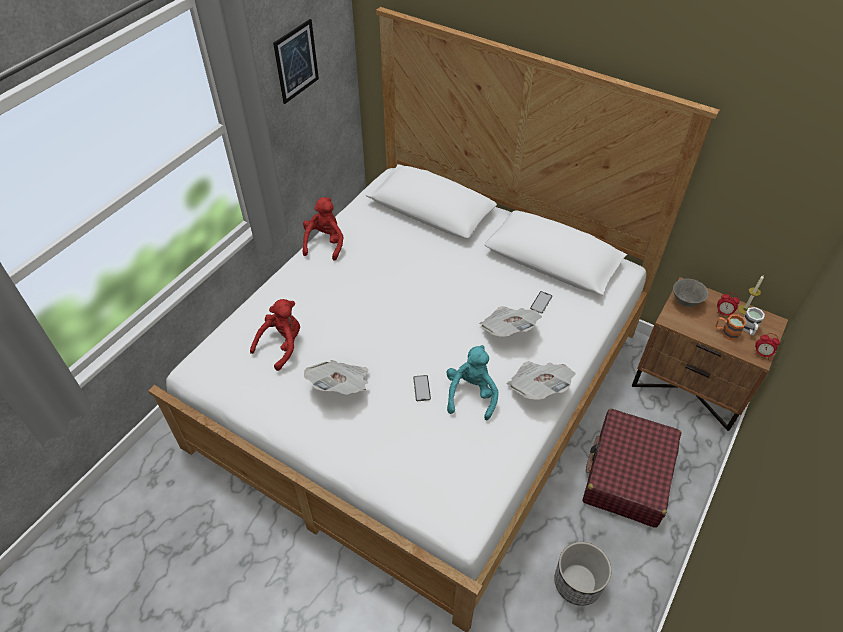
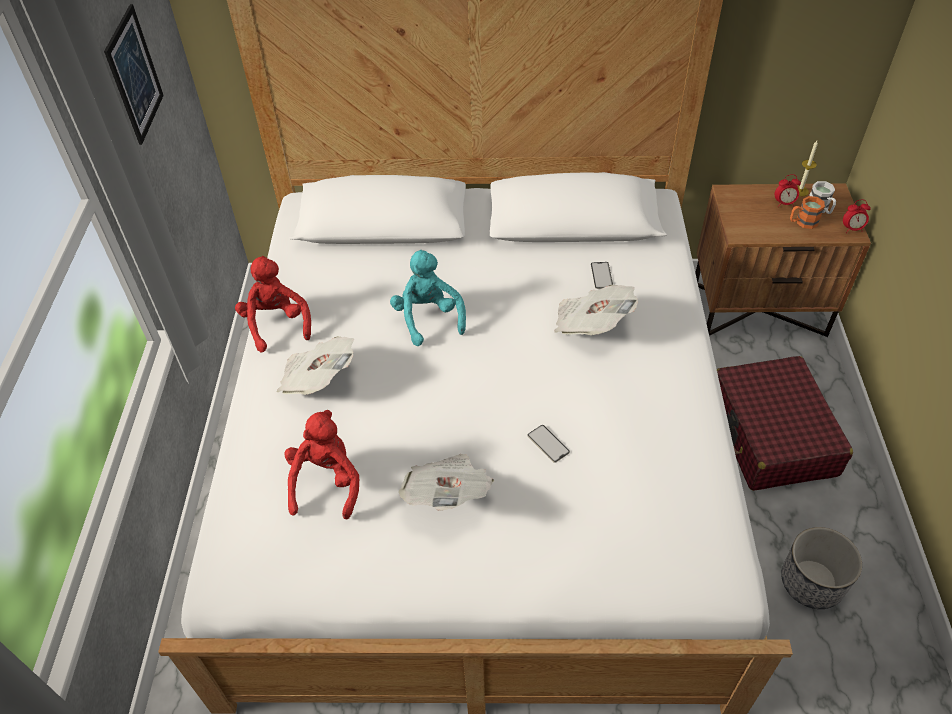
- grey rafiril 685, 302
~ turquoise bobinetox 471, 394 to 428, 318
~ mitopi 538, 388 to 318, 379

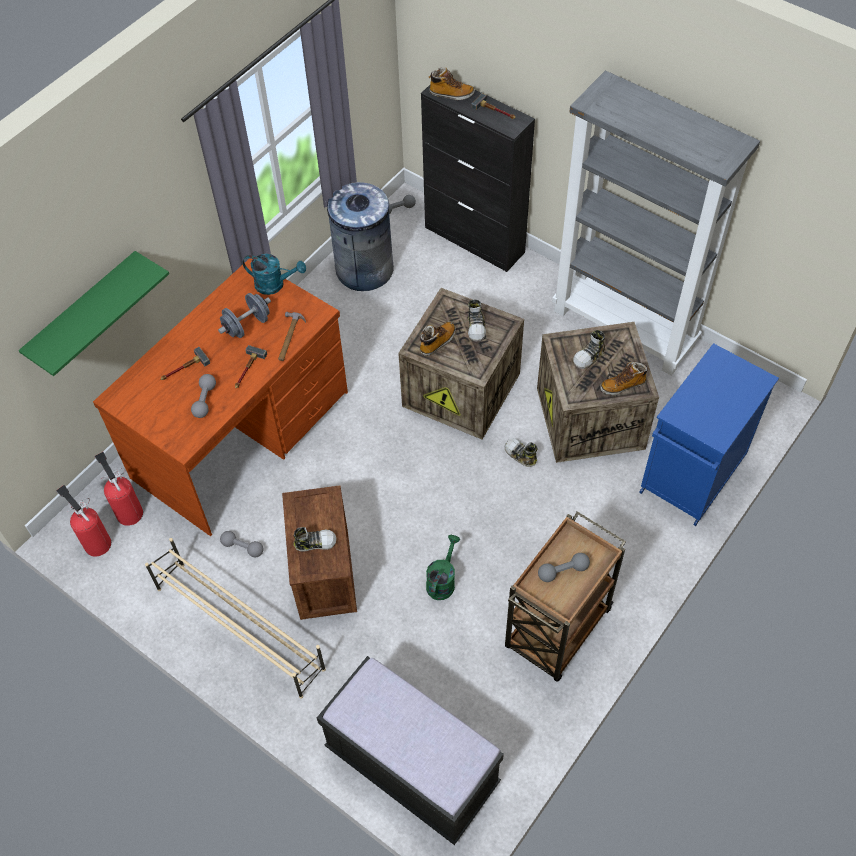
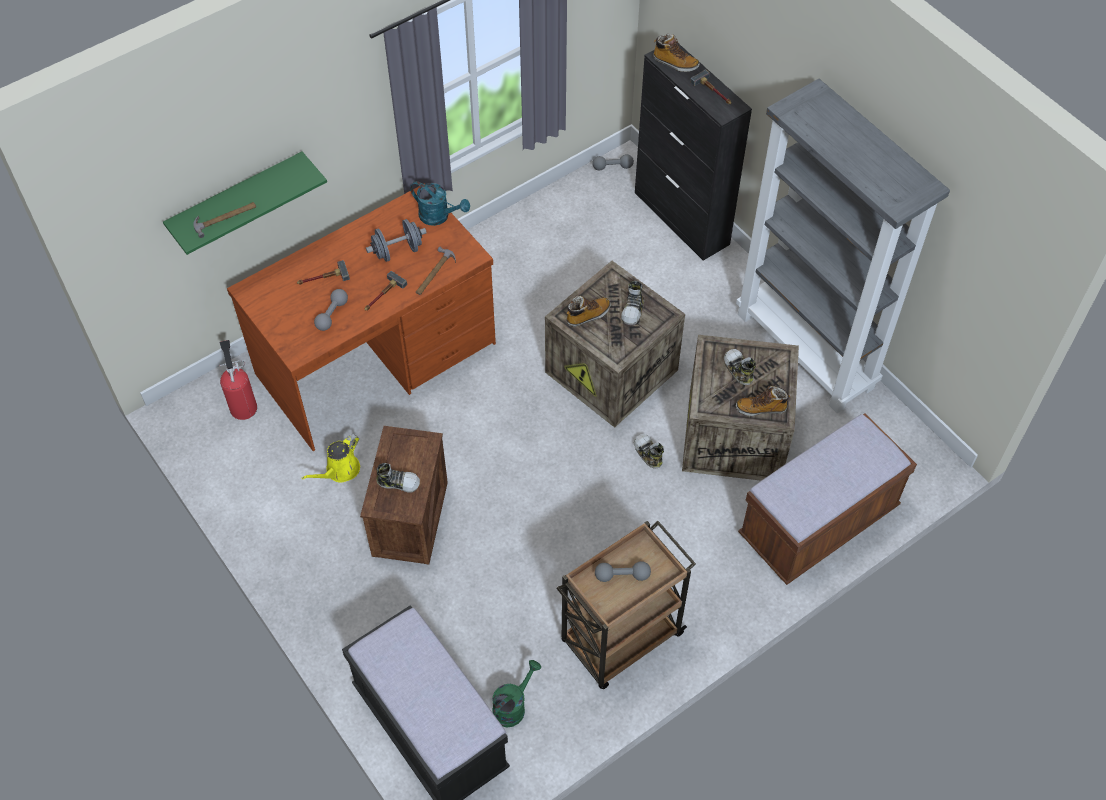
- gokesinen 96, 542
- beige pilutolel 239, 627
- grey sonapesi 364, 270
+ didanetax 225, 218
~ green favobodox 442, 580 to 513, 706
~ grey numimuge 242, 547 to yellow favobodox 340, 471
~ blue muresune 691, 476 to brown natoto 818, 523
~ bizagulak 589, 356 = 738, 370 90 degrees clockwise

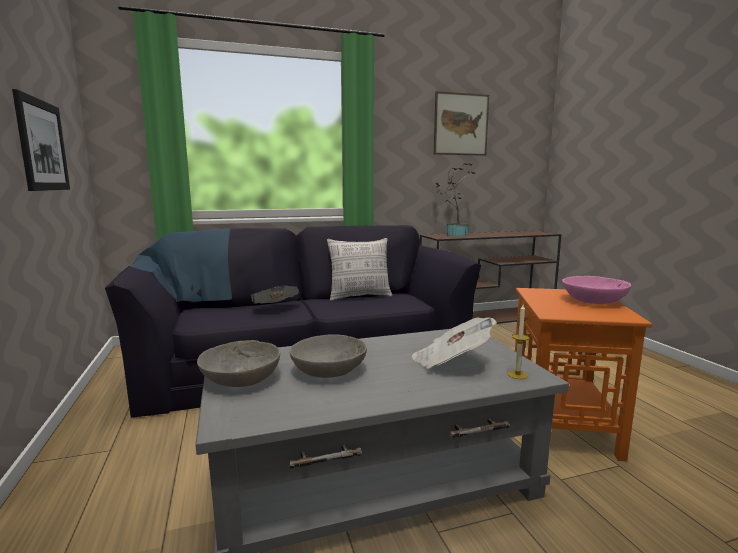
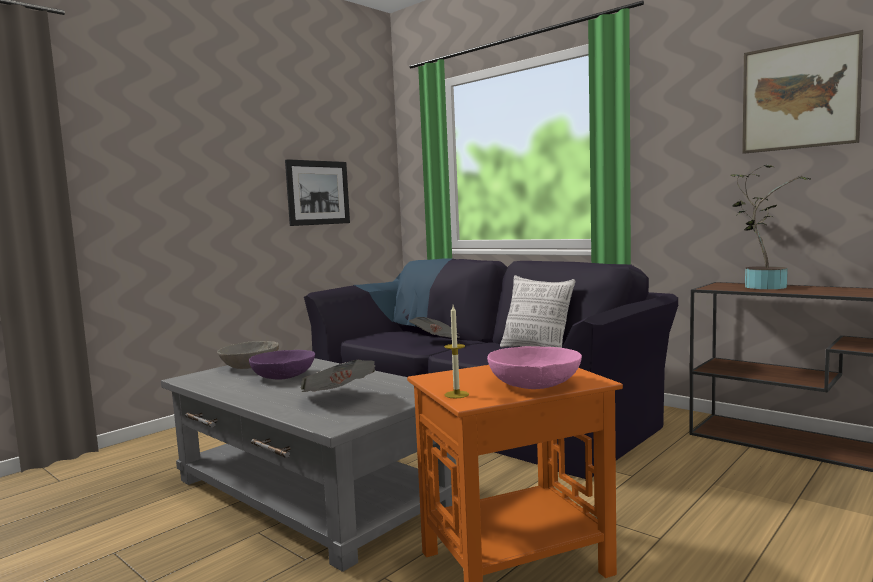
~ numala 517, 375 to 456, 394
~ grey rafiril 329, 370 to purple rafiril 284, 376

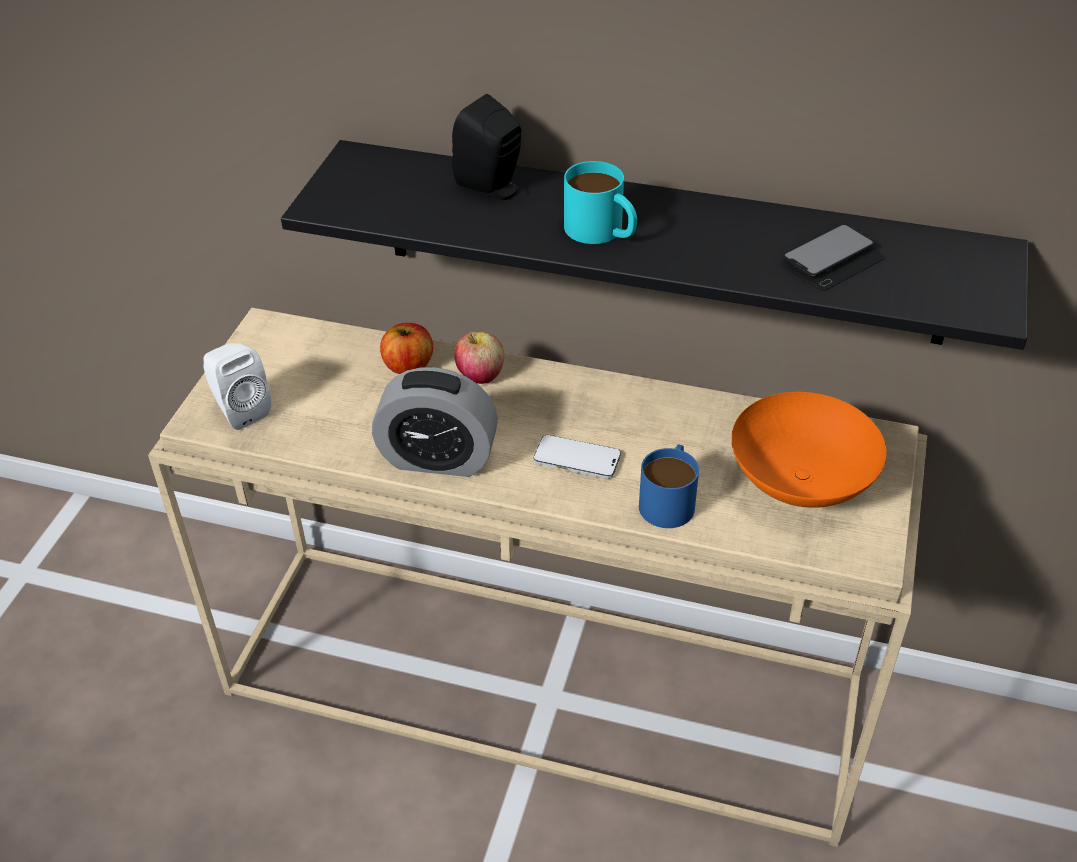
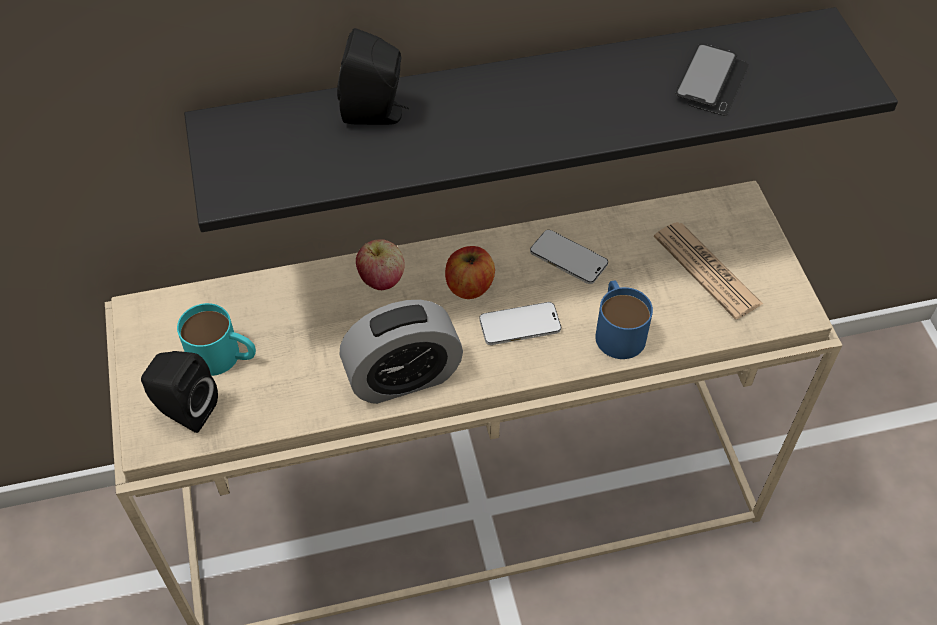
+ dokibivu 568, 258
~ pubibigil 408, 365 to 469, 286
~ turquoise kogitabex 602, 232 to 223, 356
~ orange rafiril 801, 484 to mitopi 707, 270
~ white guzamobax 240, 410 to black guzamobax 184, 410

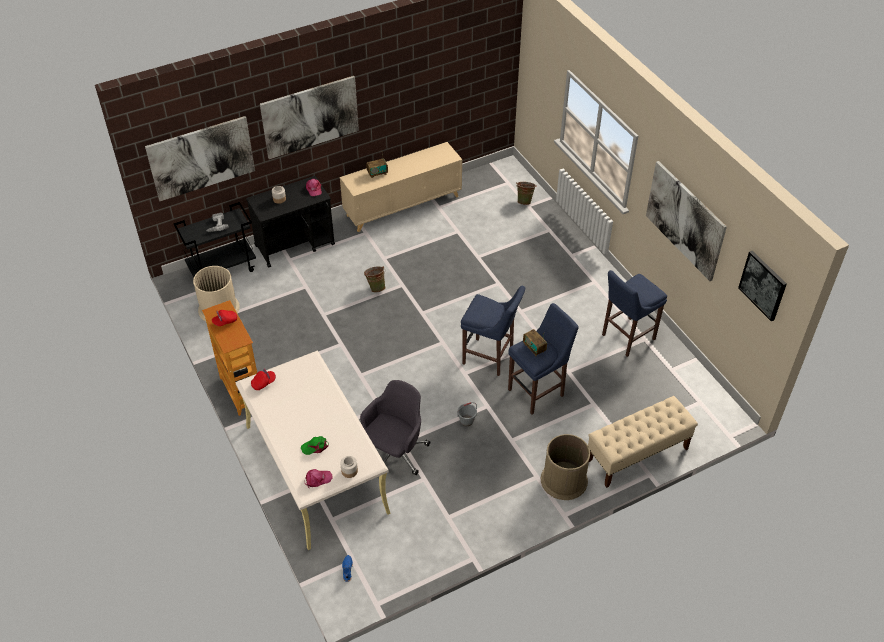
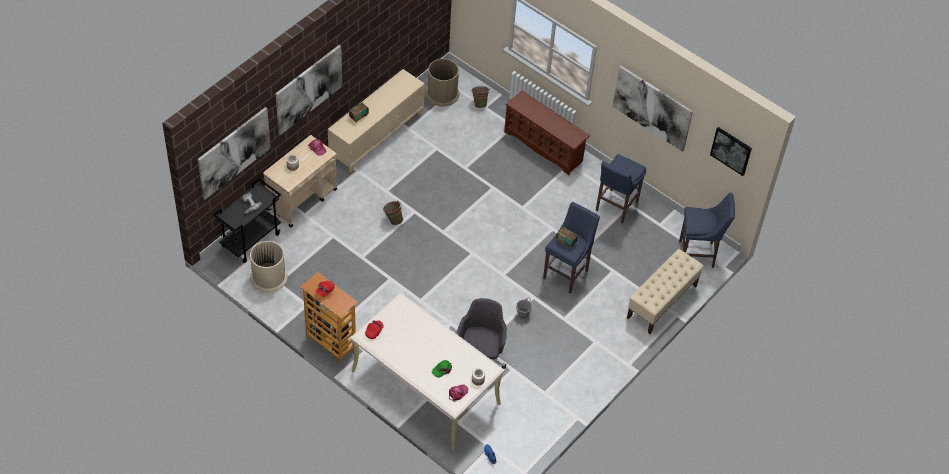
+ brown pilutolel 544, 146
~ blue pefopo 490, 358 to 698, 254
~ brown sonapesi 564, 480 to 442, 93
~ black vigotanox 295, 245 to beige vigotanox 302, 199

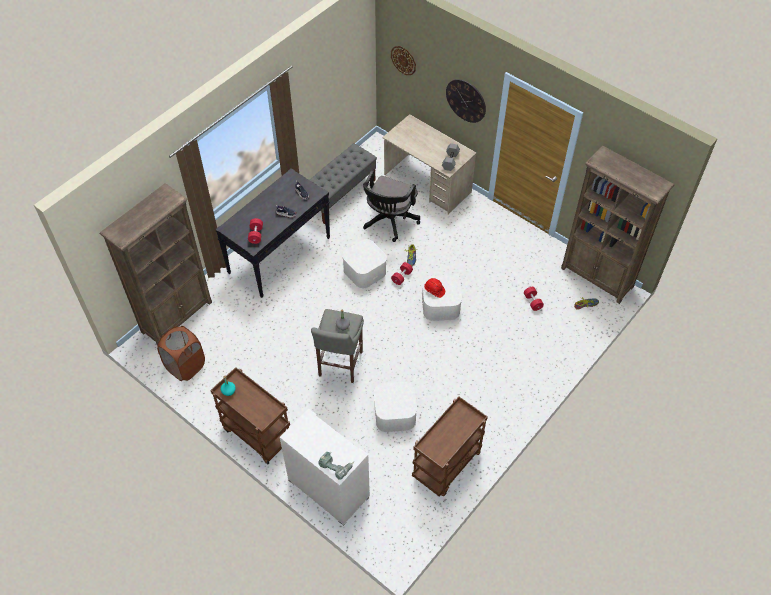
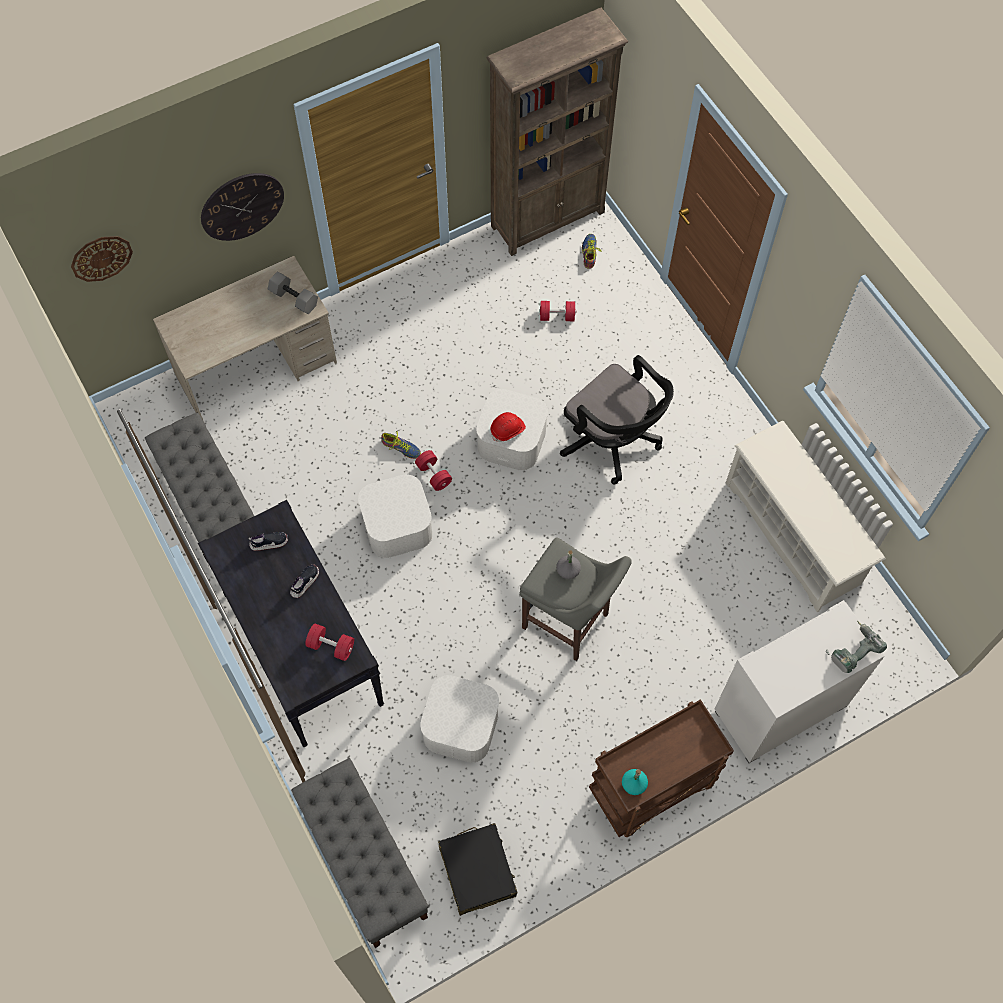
~ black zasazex 389, 222 to 613, 442
~ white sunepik 394, 413 to 461, 726
~ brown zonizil 177, 316 to grey natoto 364, 860
~ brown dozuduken 186, 366 to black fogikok 477, 871
~ brown vigotanox 447, 466 to white pilutolel 793, 534

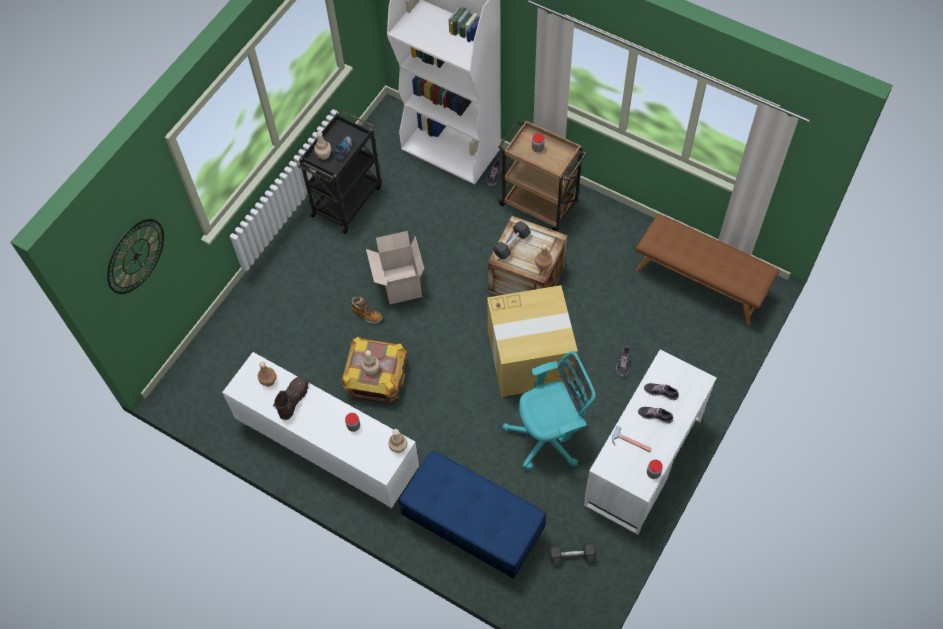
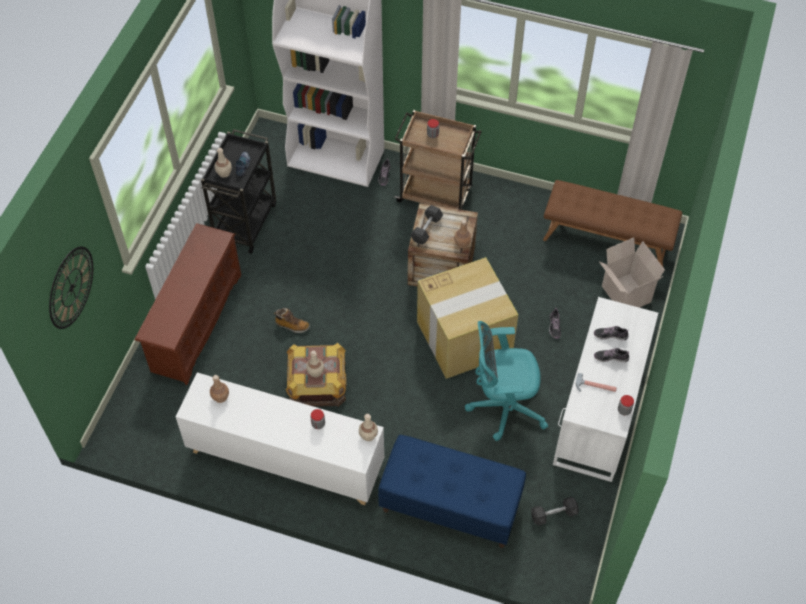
- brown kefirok 293, 400
+ brown pilutolel 195, 322
~ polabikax 400, 284 to 624, 294
~ turquoise zasazex 550, 437 = 503, 407 150 degrees counterclockwise

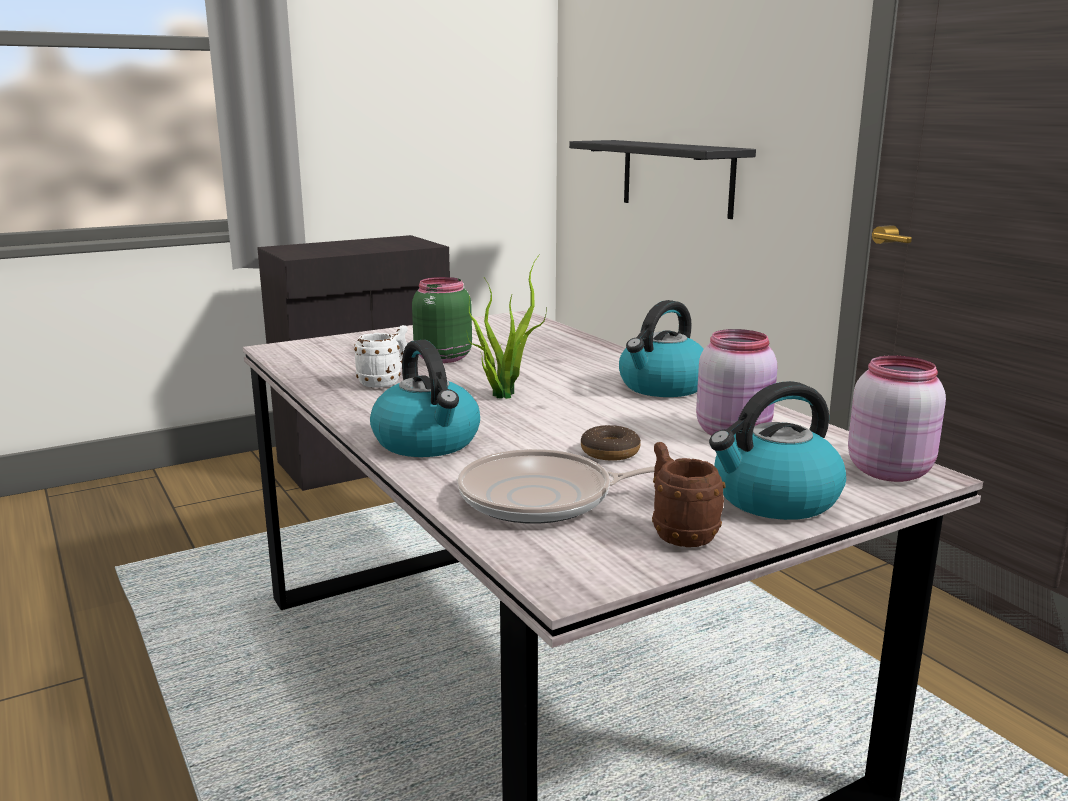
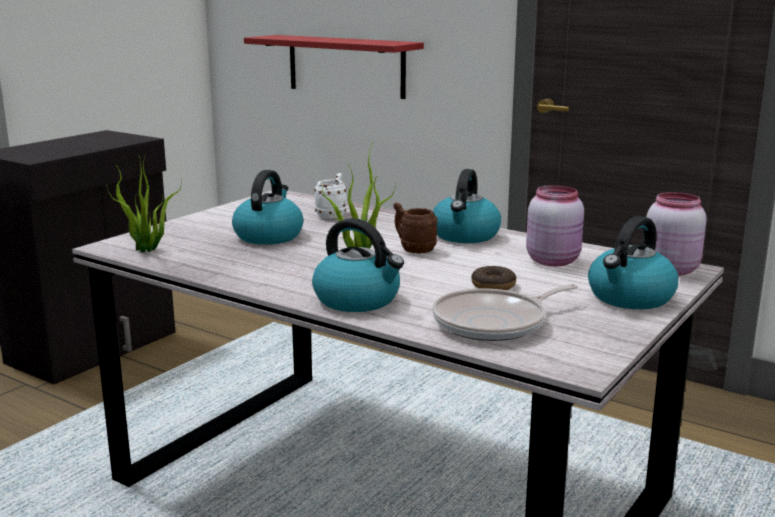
+ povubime 148, 250
~ white kogitabex 385, 382 to 333, 215
~ brown kogitabex 678, 532 to 413, 249
~ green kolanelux 441, 358 to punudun 268, 236
~ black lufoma 676, 177 to red lufoma 346, 66

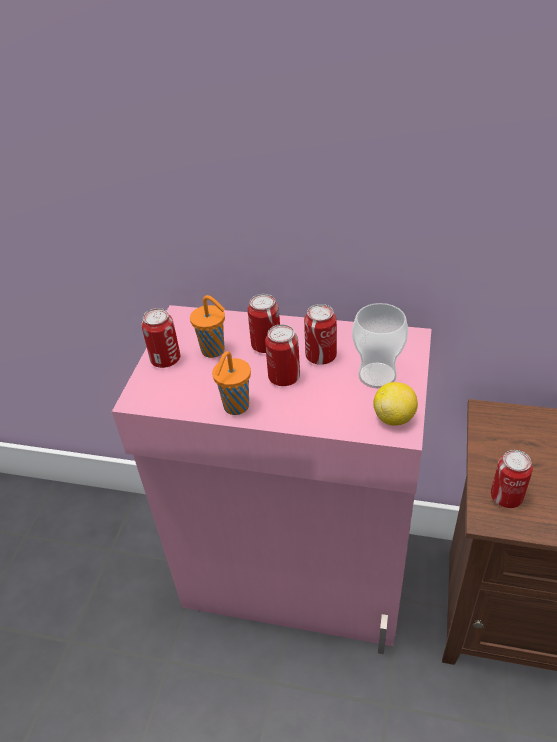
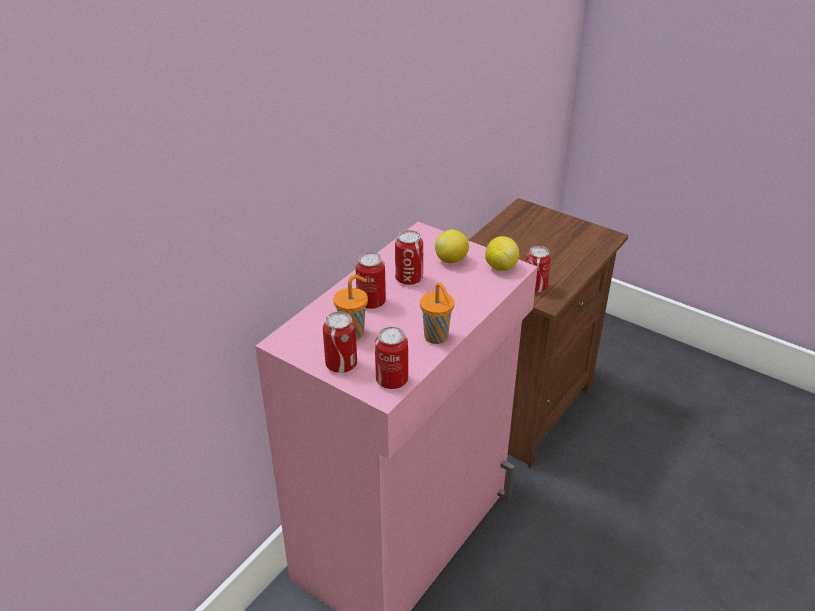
~ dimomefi 284, 377 to 392, 380
~ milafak 377, 375 to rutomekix 451, 260

